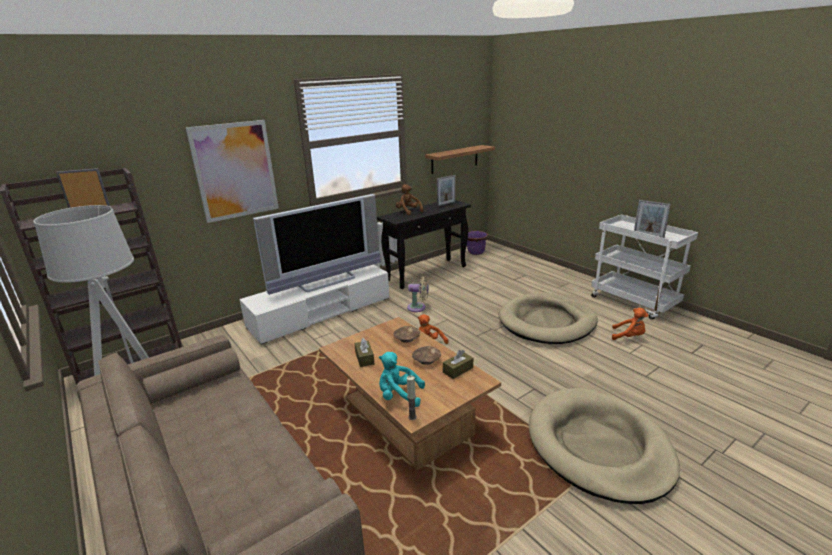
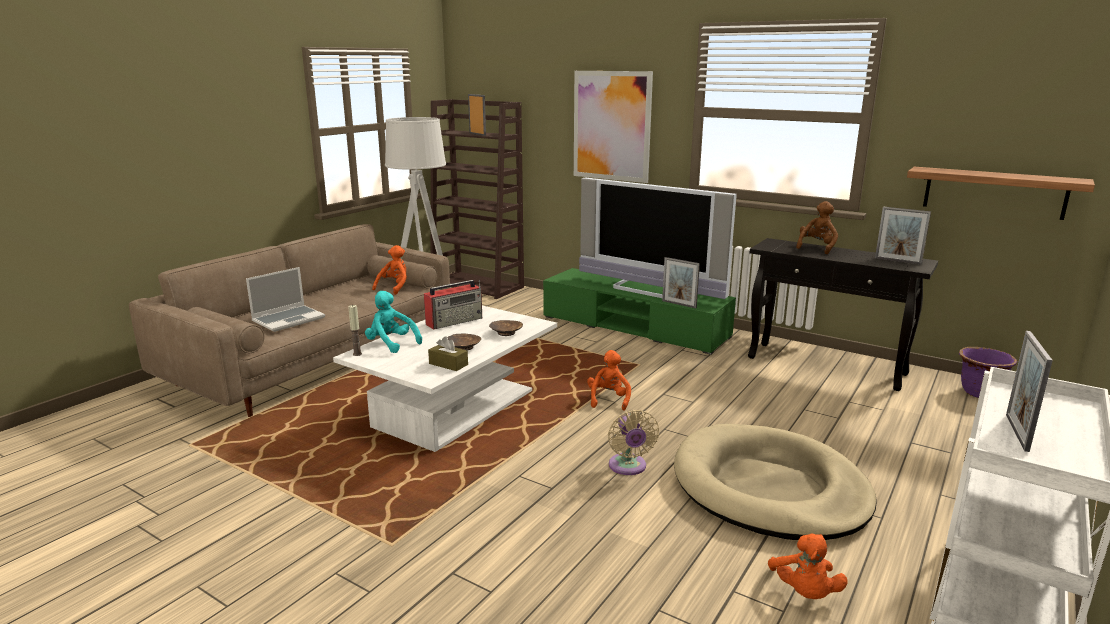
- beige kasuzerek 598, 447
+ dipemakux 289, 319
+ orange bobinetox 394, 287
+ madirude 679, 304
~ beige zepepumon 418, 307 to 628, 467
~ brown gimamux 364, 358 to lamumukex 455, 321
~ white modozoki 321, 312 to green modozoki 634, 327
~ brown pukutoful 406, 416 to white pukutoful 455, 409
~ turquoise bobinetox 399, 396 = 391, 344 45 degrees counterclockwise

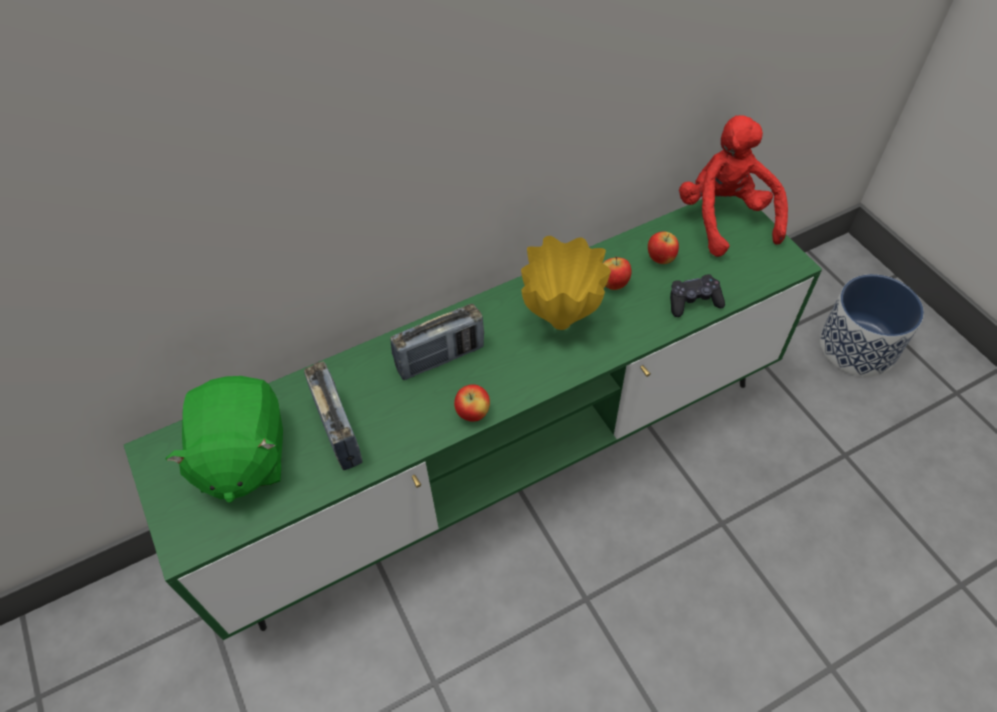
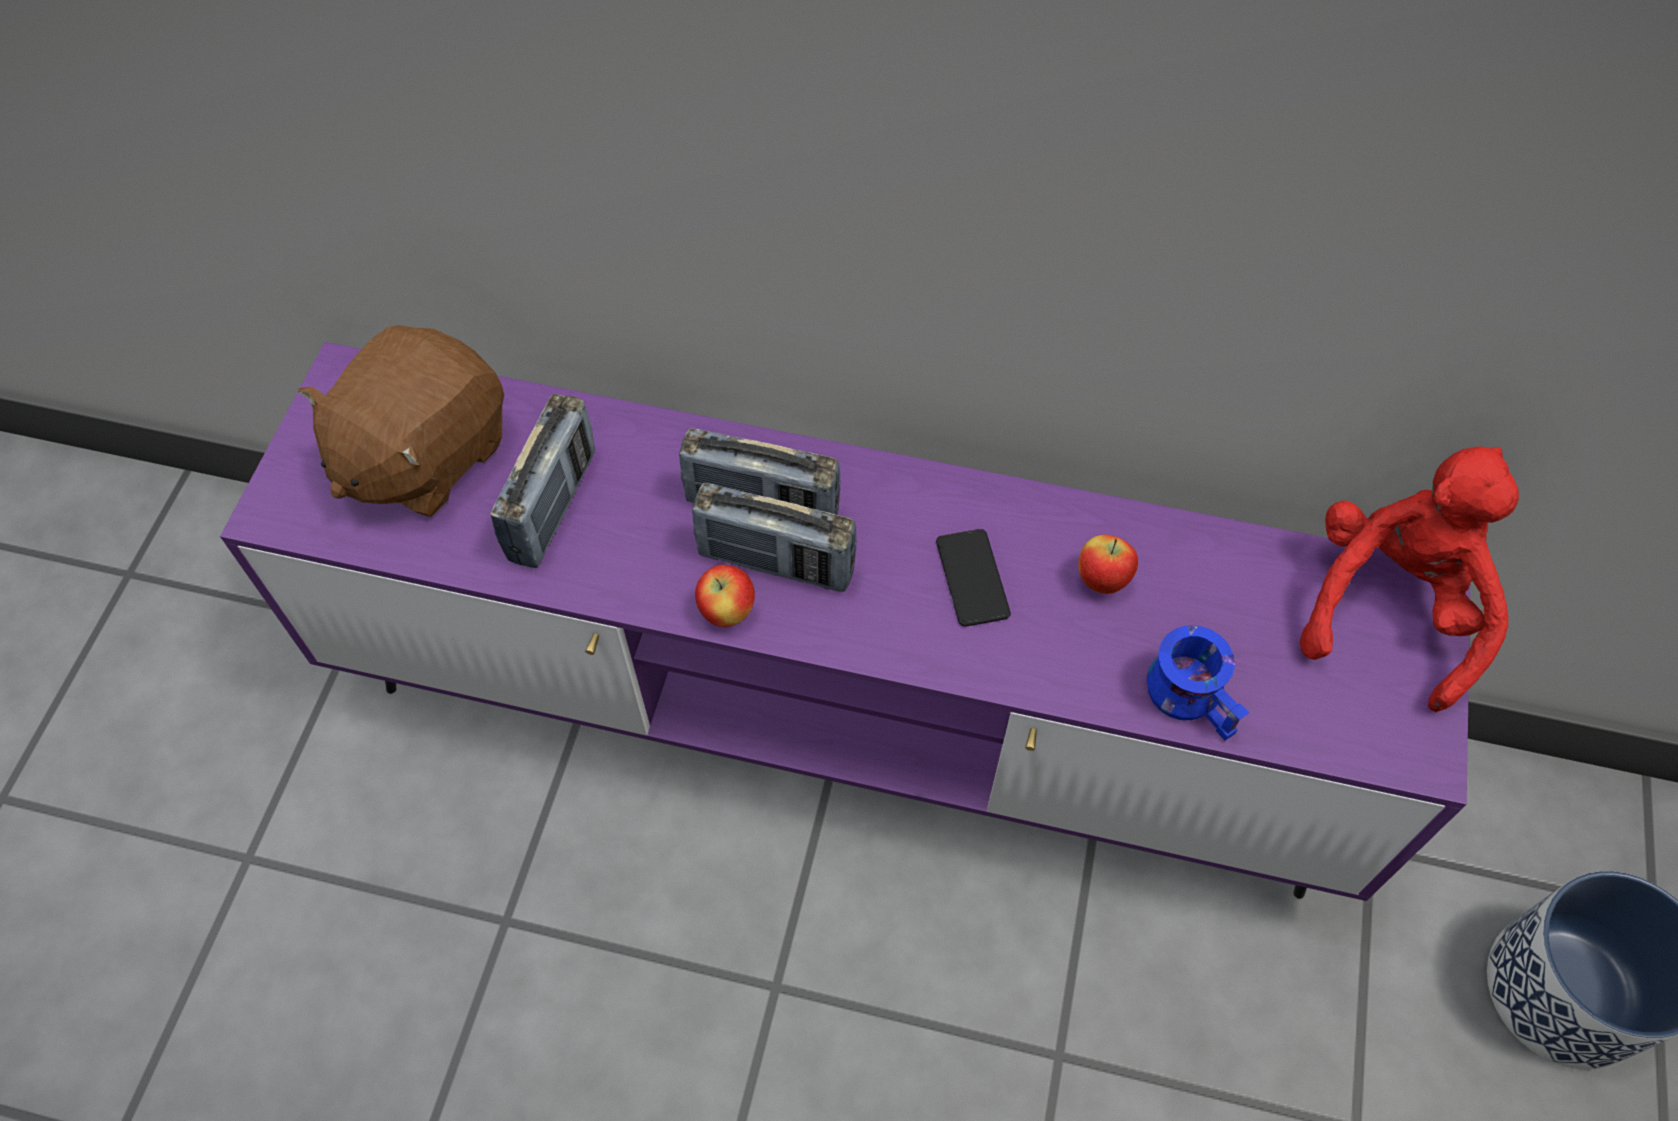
- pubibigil 660, 259
+ lamumukex 776, 562
~ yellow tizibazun 562, 321 to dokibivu 972, 578
~ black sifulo 693, 301 to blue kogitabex 1195, 694
~ green modozoki 501, 464 to purple modozoki 840, 721
~ green bobinetox 242, 457 to brown bobinetox 423, 455

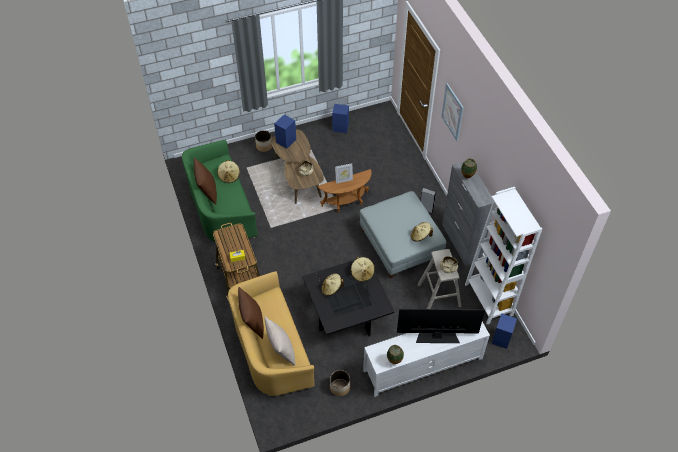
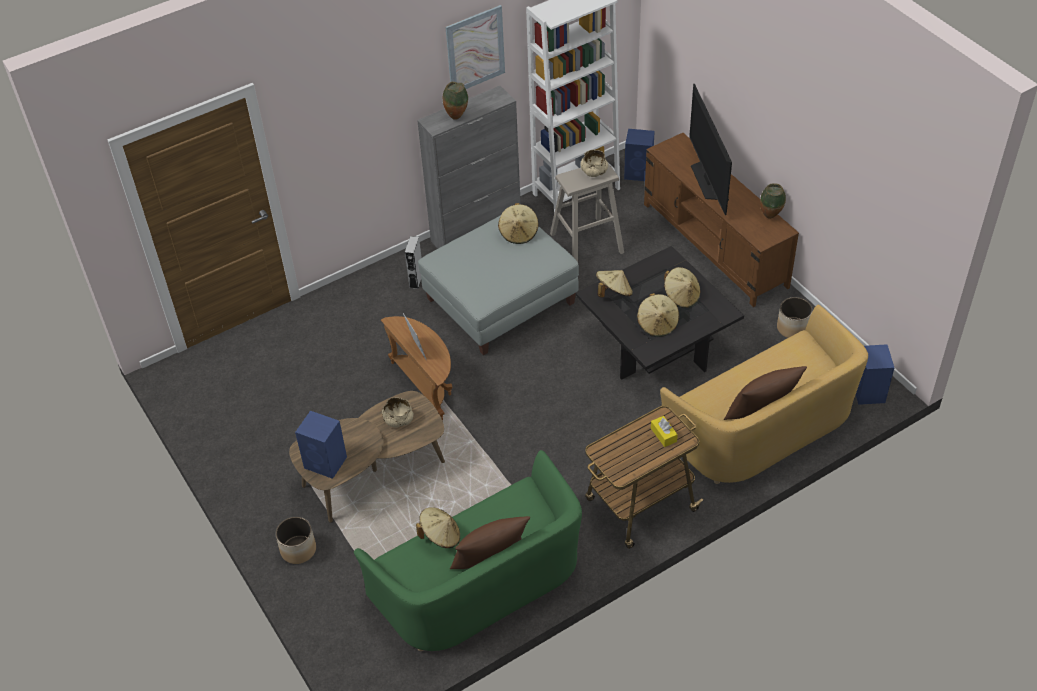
- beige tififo 281, 350
+ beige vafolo 681, 296
~ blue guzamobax 340, 127 to 868, 392
~ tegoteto 452, 112 to 475, 49
~ white modozoki 422, 365 to brown modozoki 715, 245

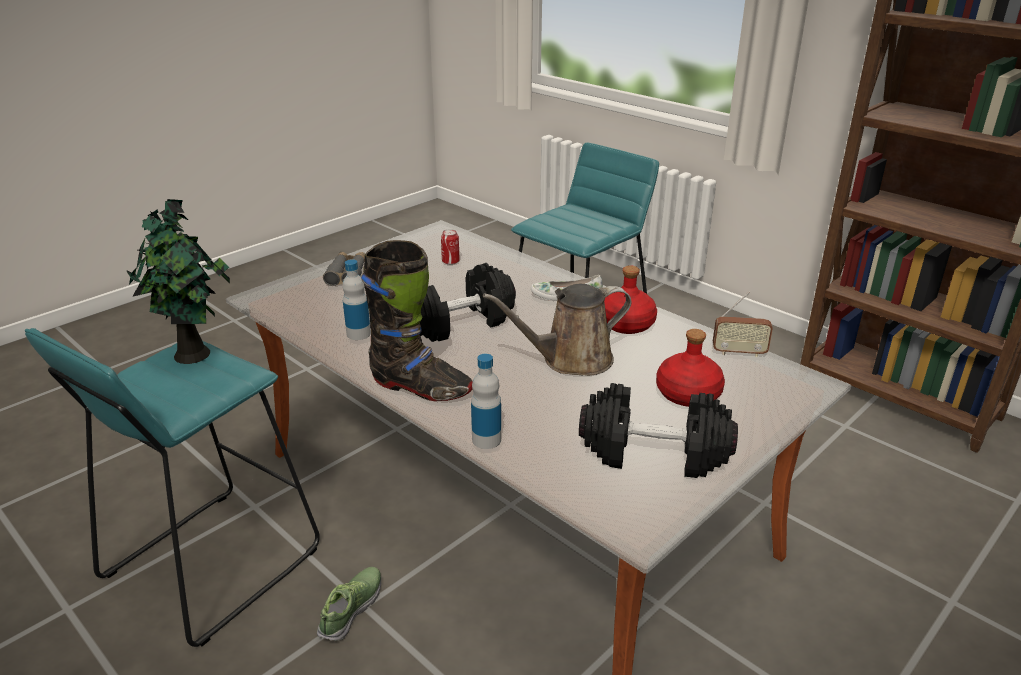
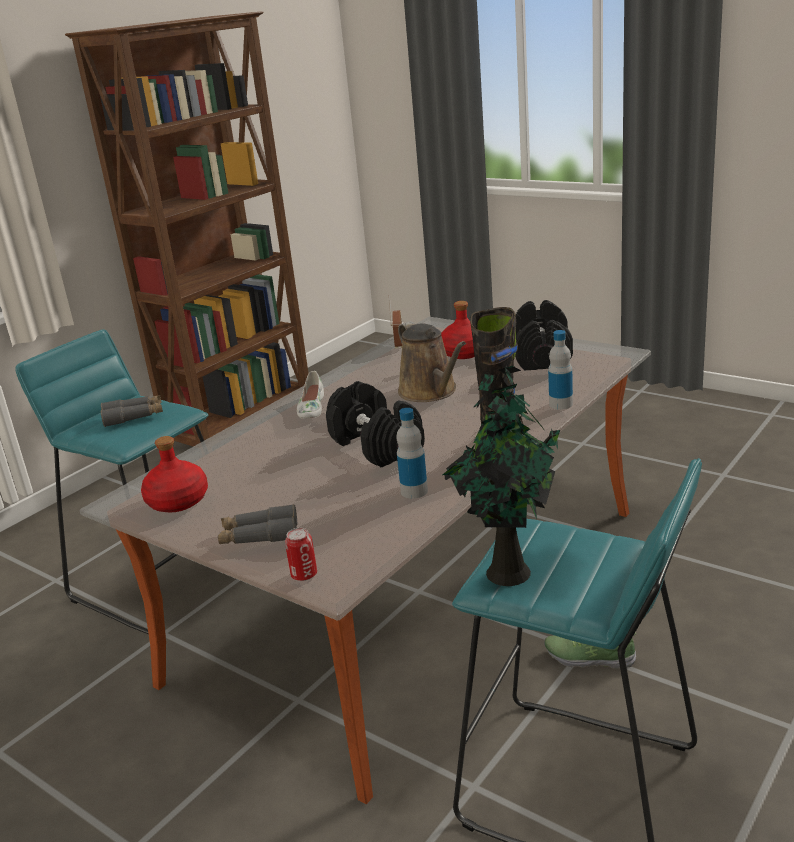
+ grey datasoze 134, 416
~ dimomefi 450, 262 to 304, 575
~ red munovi 625, 324 to 178, 501

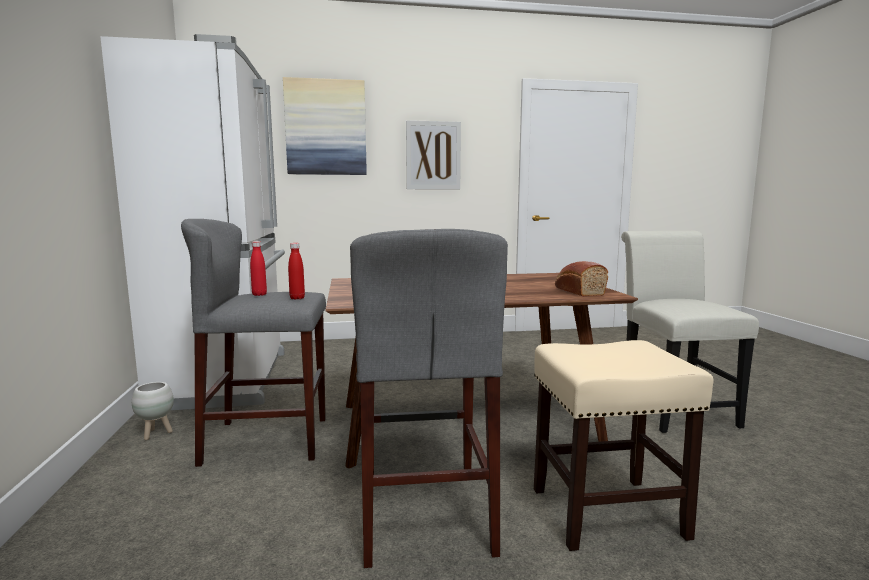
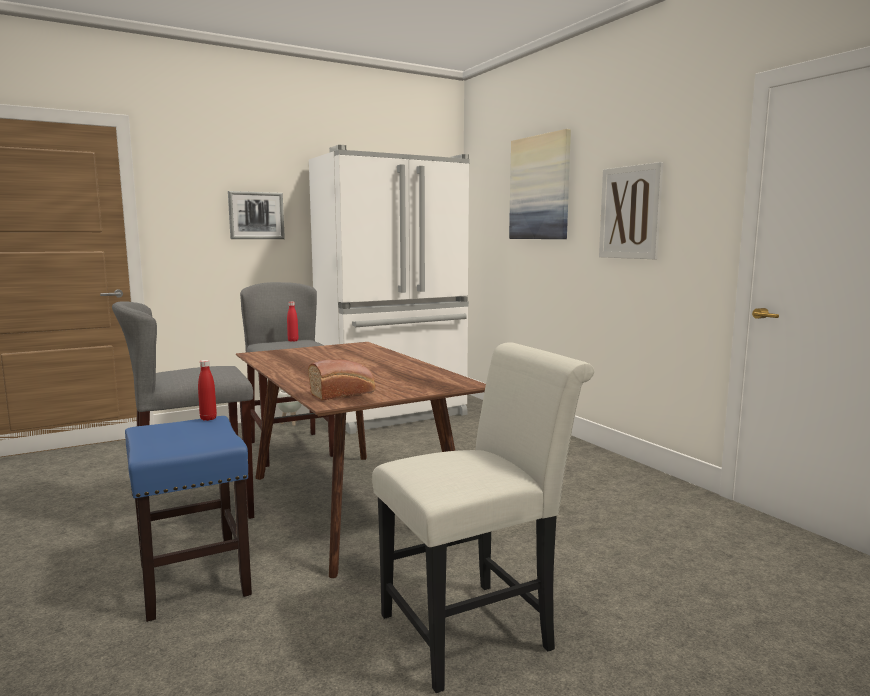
+ tegoteto 256, 215
~ red munovi 297, 298 to 208, 418
~ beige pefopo 605, 513 to blue pefopo 193, 578

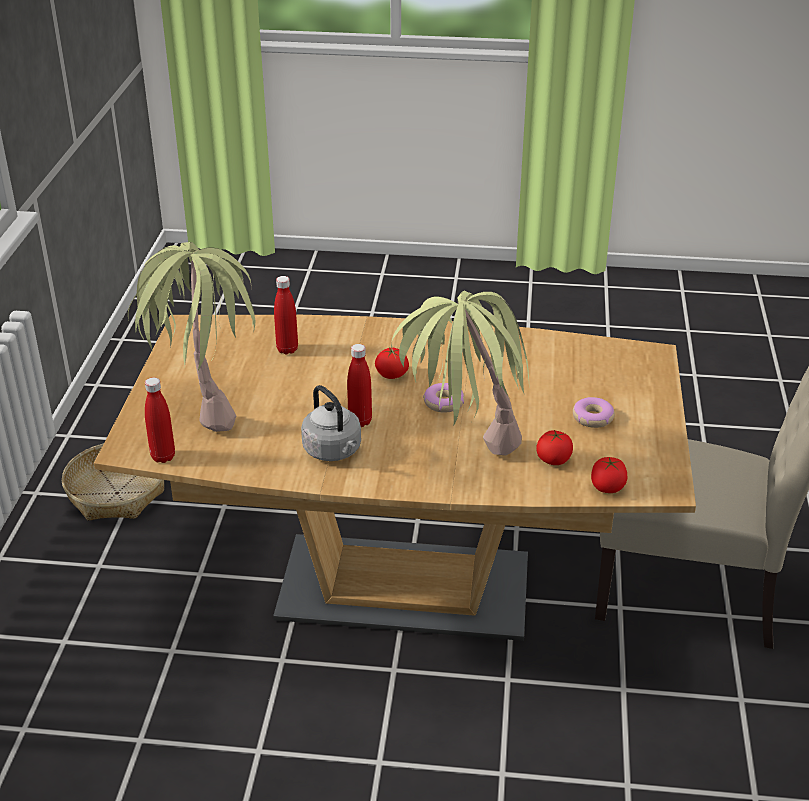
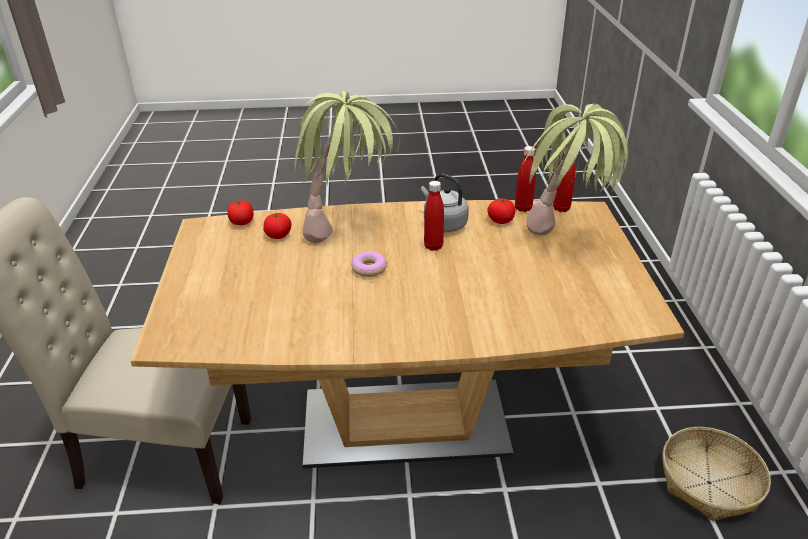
- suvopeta 592, 418
~ red munovi 287, 349 to 523, 208
~ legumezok 392, 375 to 500, 220

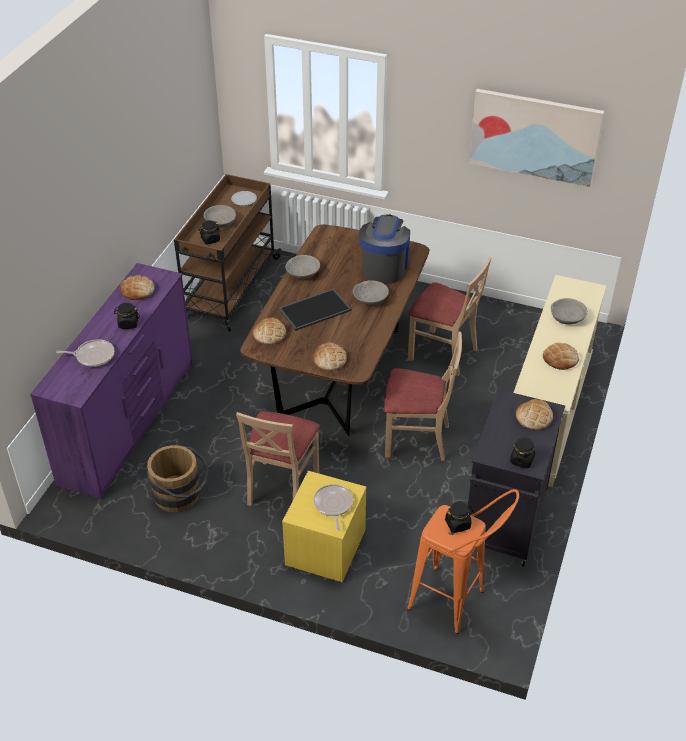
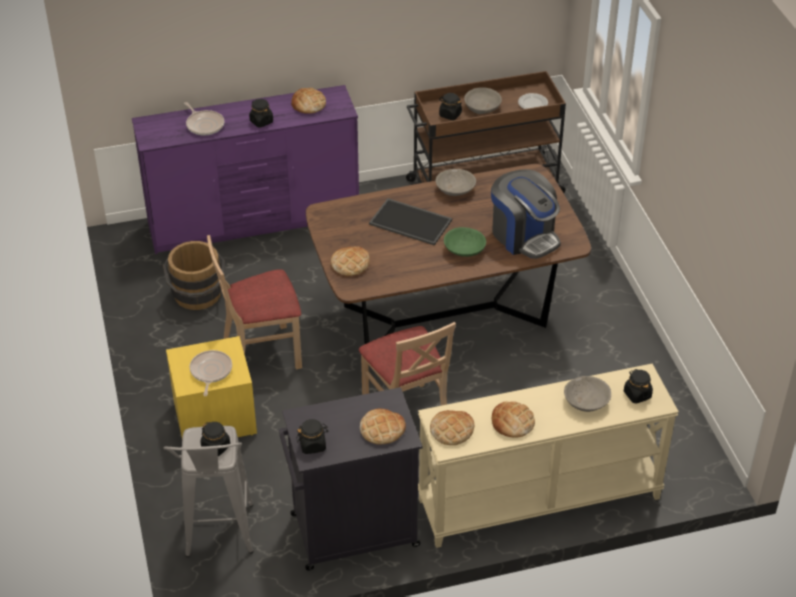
- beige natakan 443, 353
- tegoteto 534, 136
+ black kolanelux 637, 394
~ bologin 269, 334 to 452, 430
~ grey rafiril 370, 299 to green rafiril 464, 249
~ orange pefopo 456, 605 to grey pefopo 219, 541
~ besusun 333, 505 = 210, 372 45 degrees counterclockwise
~ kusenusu 384, 266 = 524, 236 75 degrees clockwise

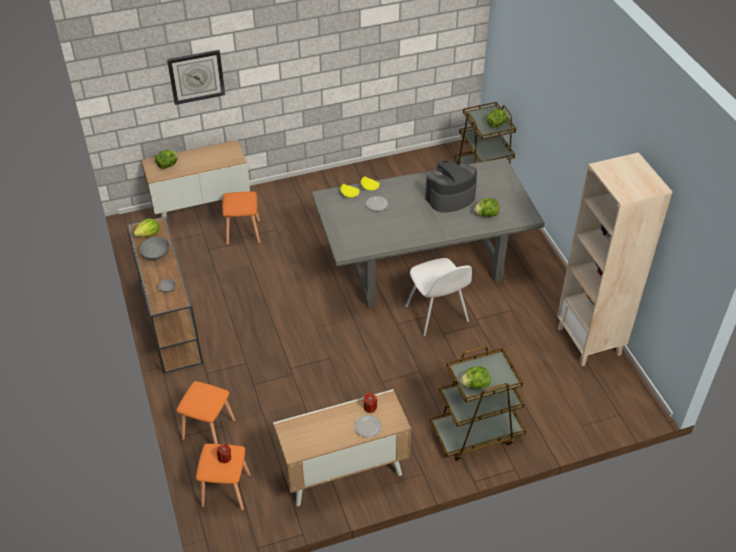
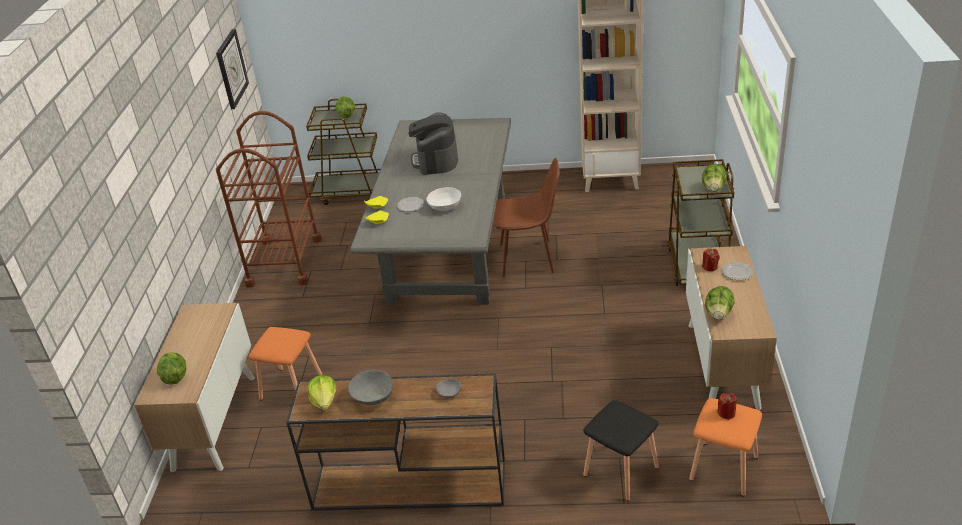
+ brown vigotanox 284, 262
+ white rafiril 445, 206
~ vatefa 196, 76 to 231, 68
~ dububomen 486, 214 to 718, 314
~ orange pefopo 207, 429 to black pefopo 621, 472
~ white natakan 437, 315 to brown natakan 528, 258

